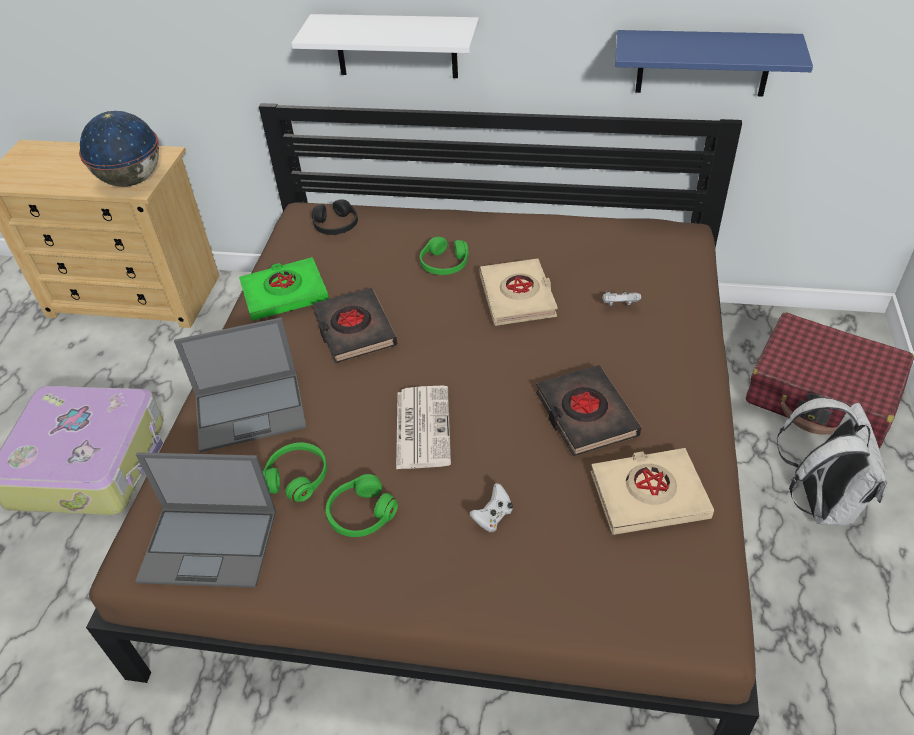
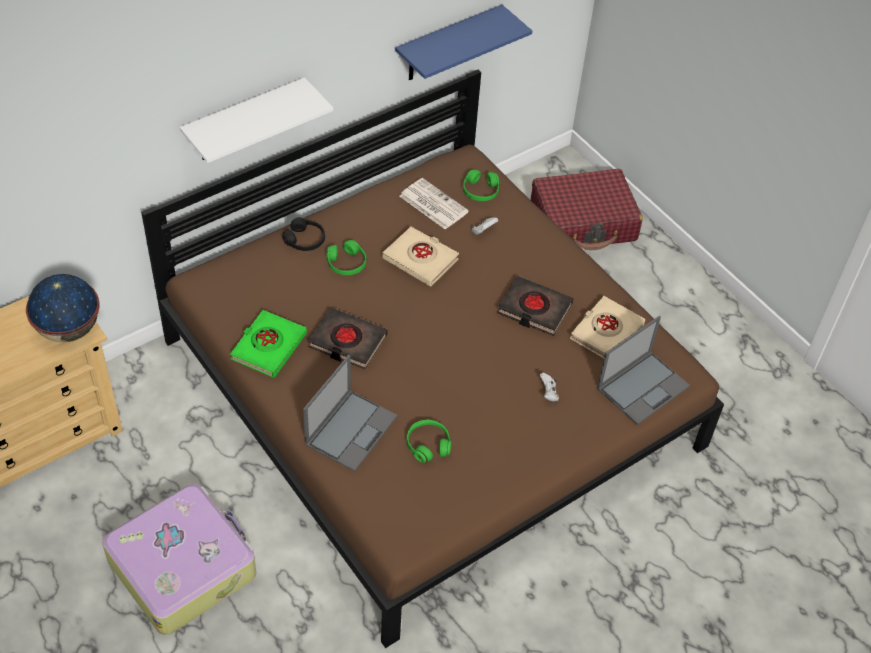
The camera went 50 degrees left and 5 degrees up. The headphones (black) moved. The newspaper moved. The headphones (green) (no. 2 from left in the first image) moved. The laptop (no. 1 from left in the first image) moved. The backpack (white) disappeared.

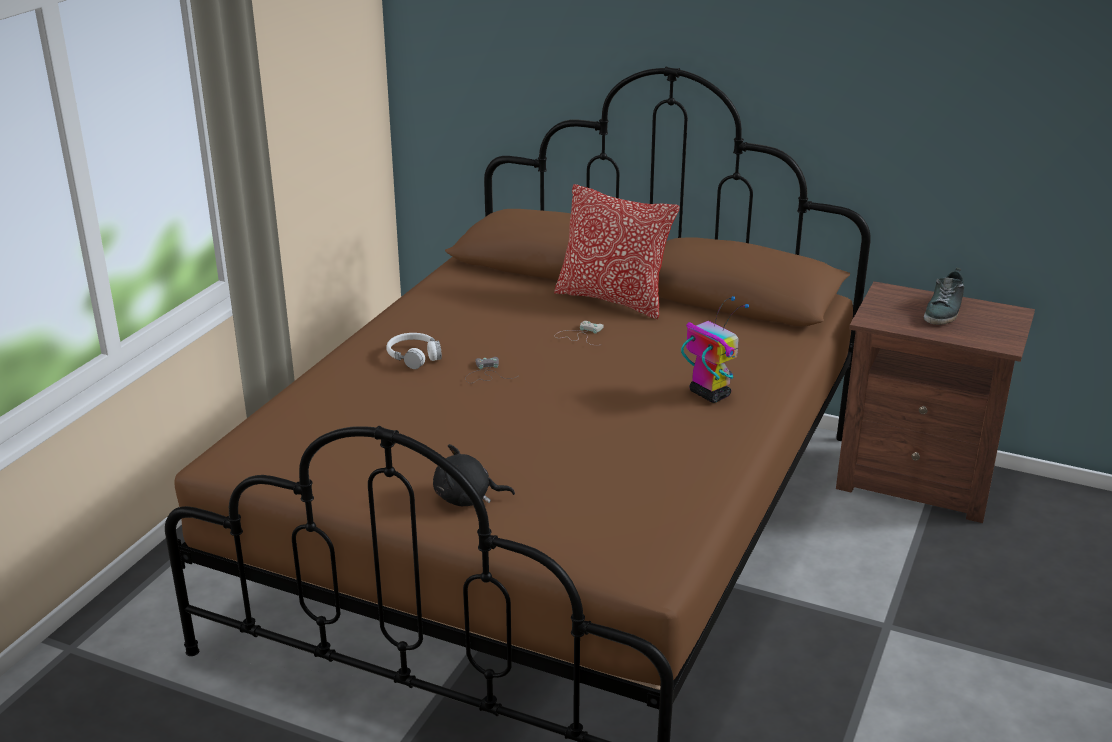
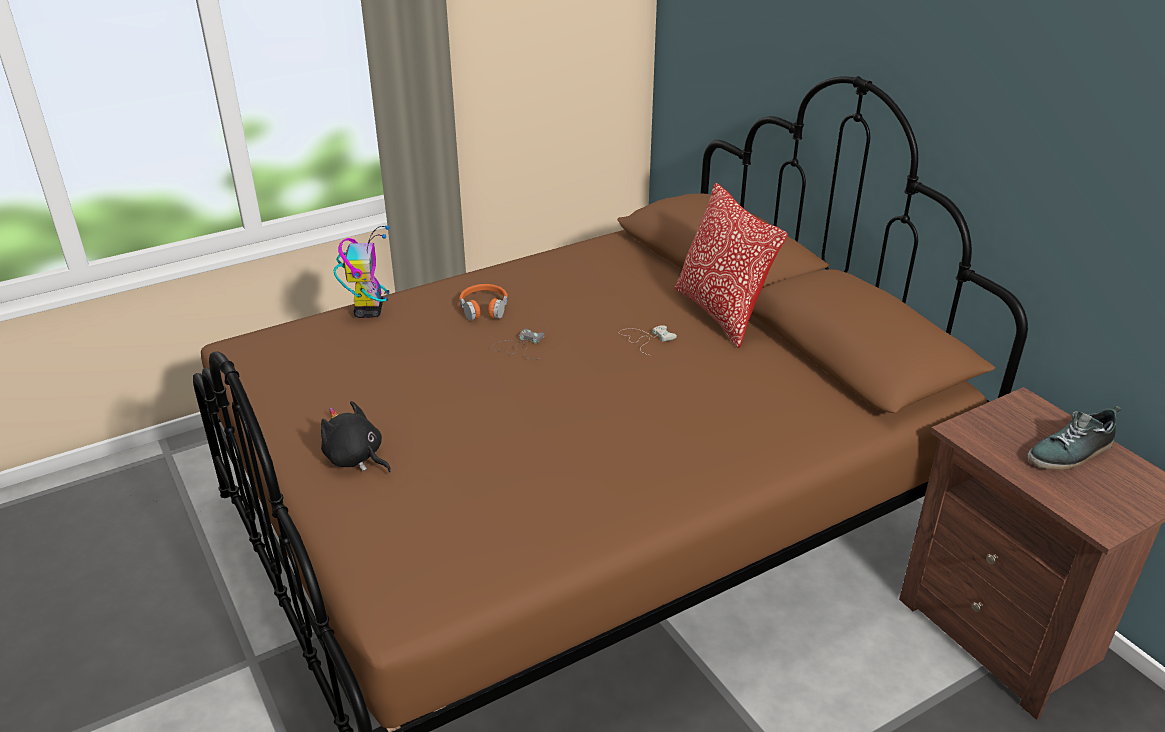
The camera went 35 degrees right and 5 degrees up. The toy robot moved. The headphones (white) became the headphones (orange).

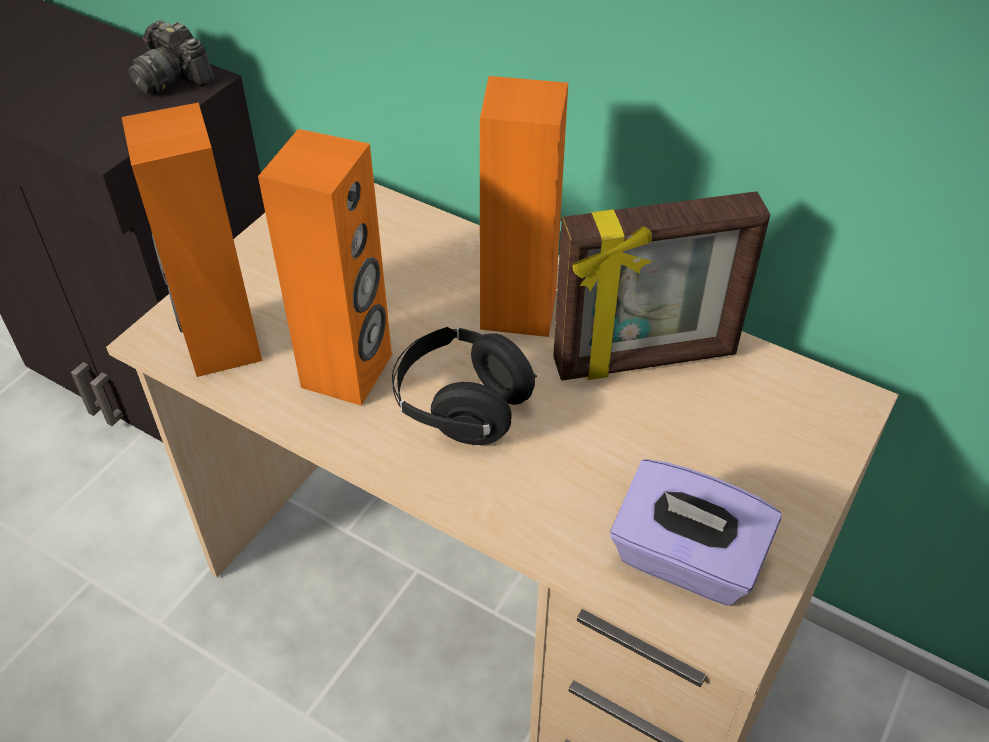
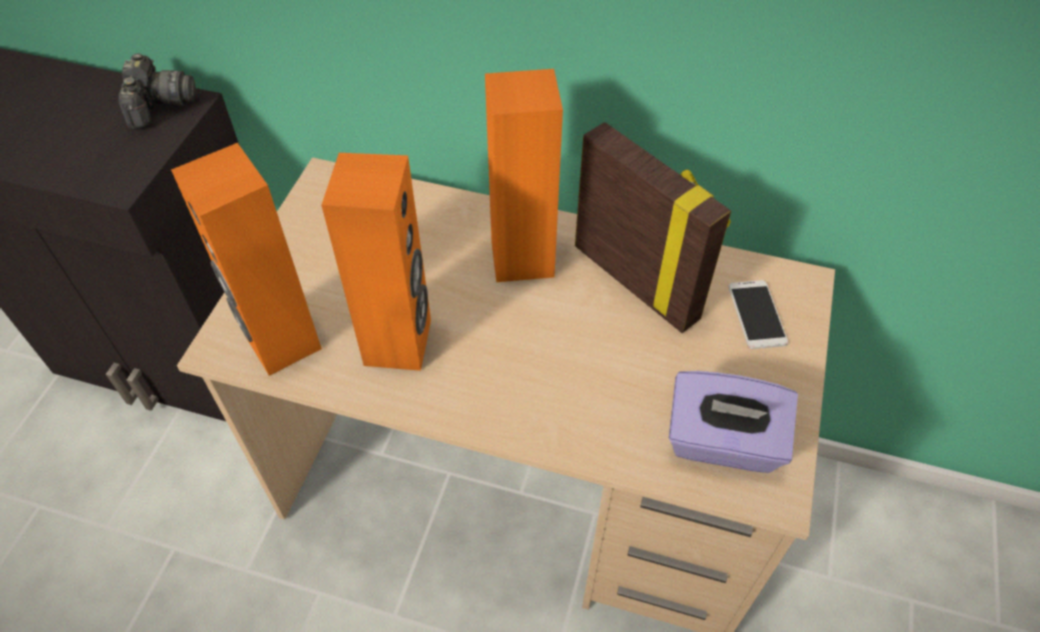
The camera went 15 degrees left and 5 degrees up. The photo camera turned 120 degrees counterclockwise. The picture frame turned 105 degrees counterclockwise. The phone appeared. The headphones (black) disappeared.

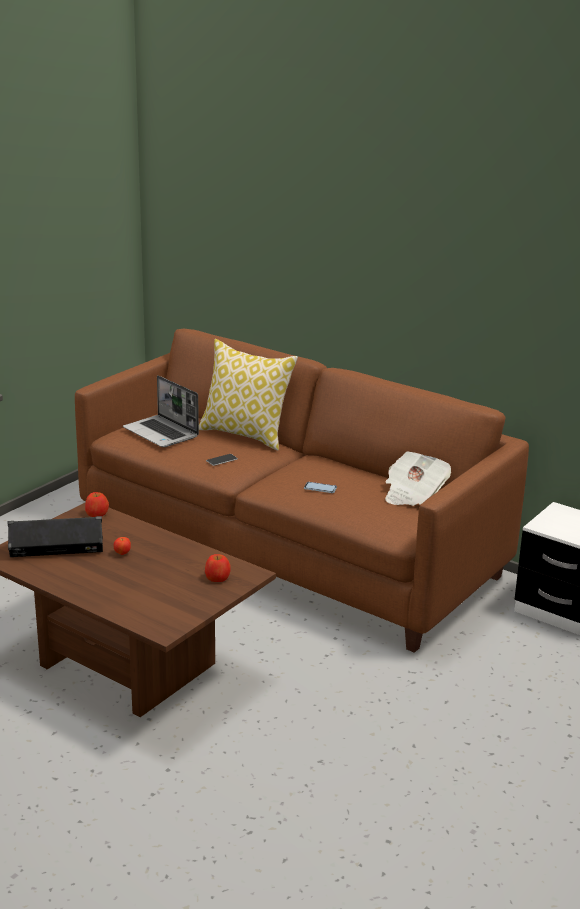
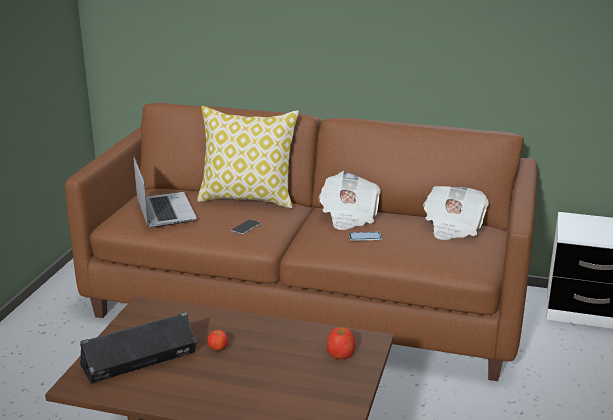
The camera went 20 degrees left and 0 degrees up. The laptop turned 135 degrees counterclockwise. The newspaper (no. 1 from left) appeared. The apple (no. 1 from left) disappeared.

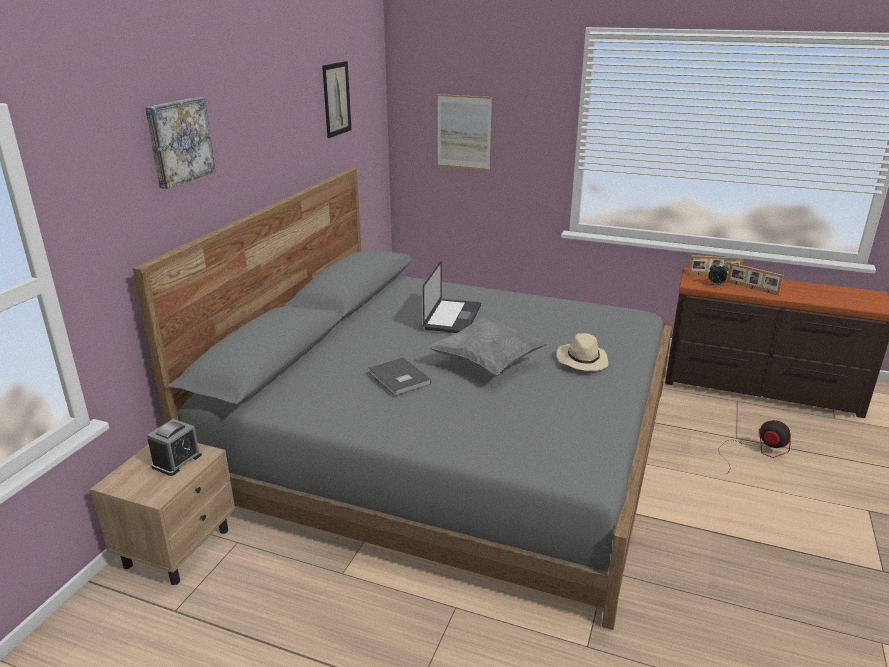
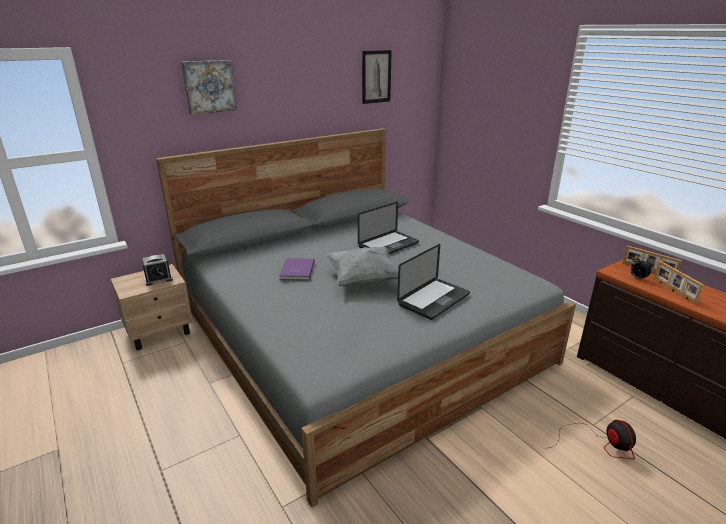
The camera went 35 degrees right and 0 degrees up. The book (grey) became the book (purple). The hat (beige) was replaced by the laptop (no. 2 from left). The picture (no. 3 from left) disappeared.

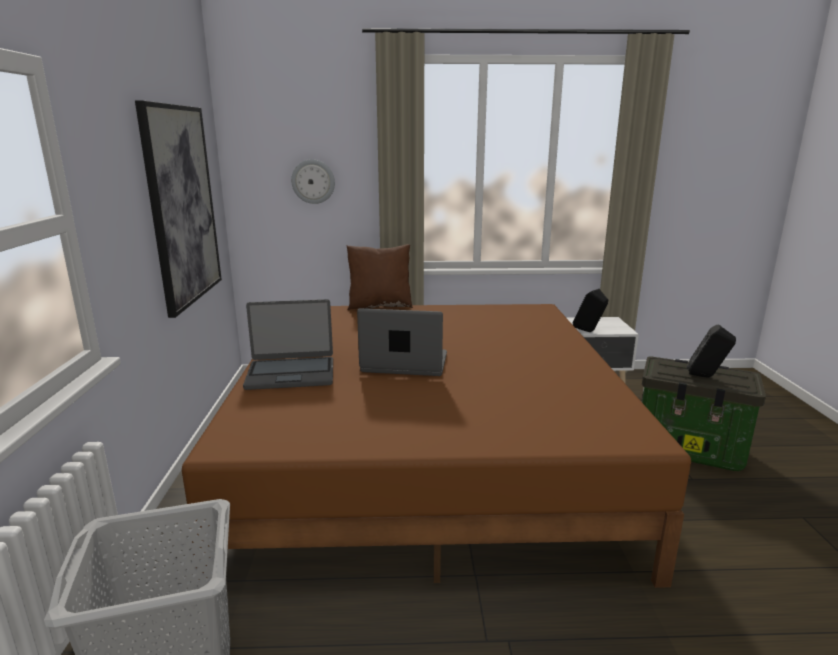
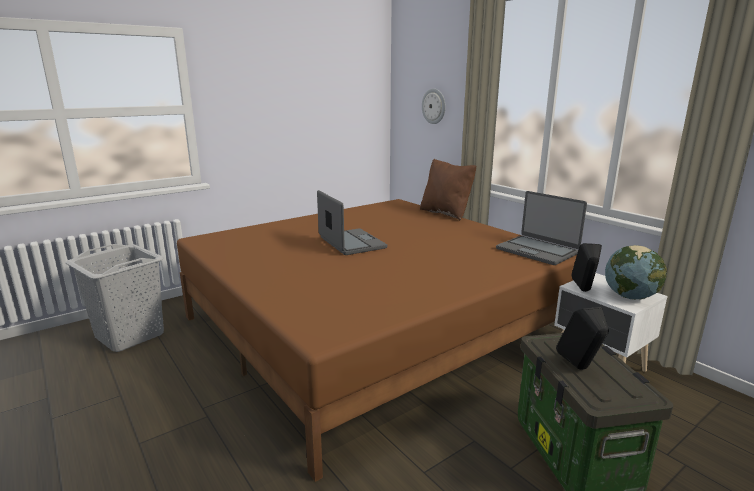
The camera went 55 degrees right and 0 degrees up. The laptop (no. 1 from left in the first image) moved. The globe appeared. The picture disappeared.

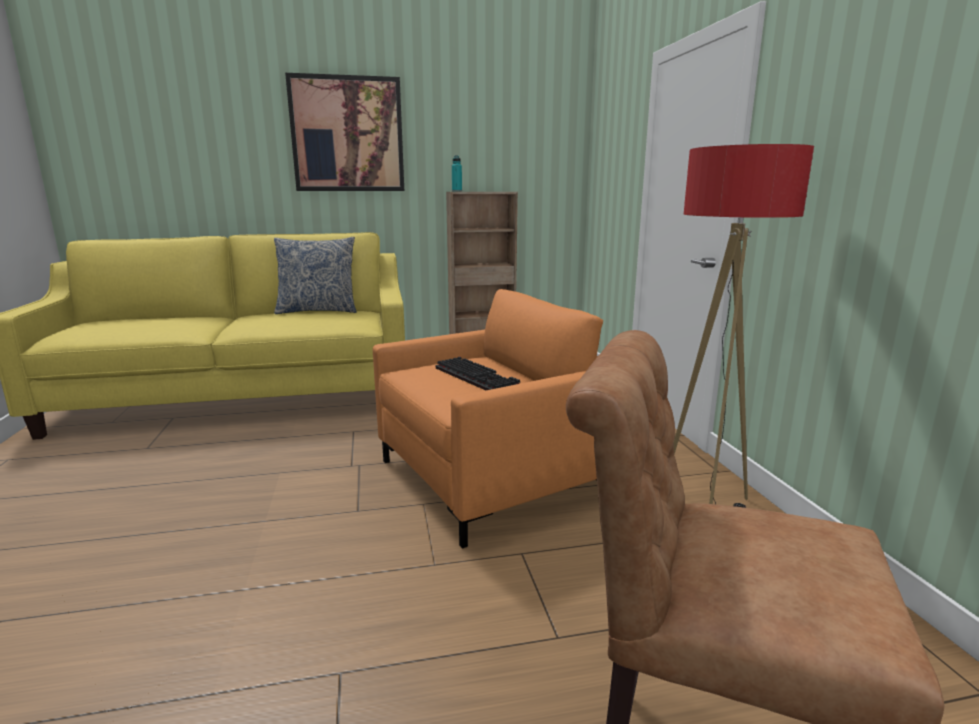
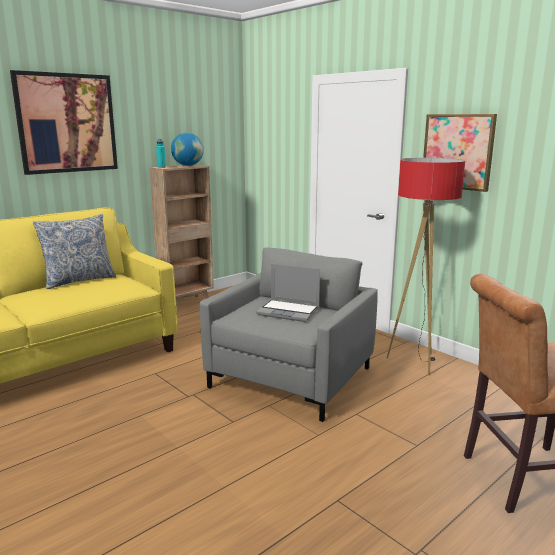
The camera went 30 degrees left and 0 degrees up. The globe appeared. The armchair (orange) became the armchair (grey). The keyboard was replaced by the laptop. The picture (no. 2 from left) appeared.

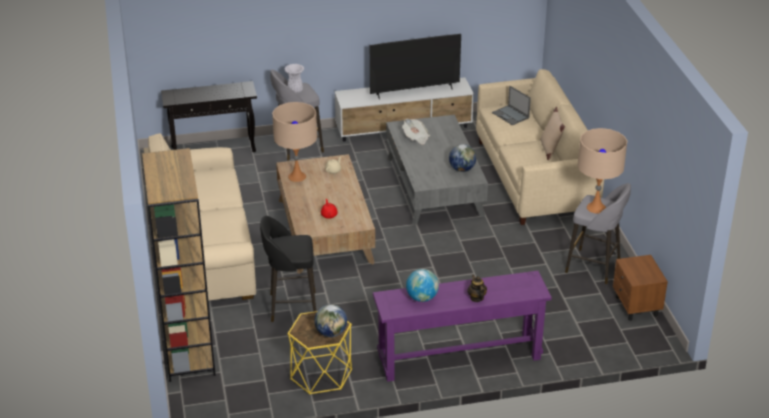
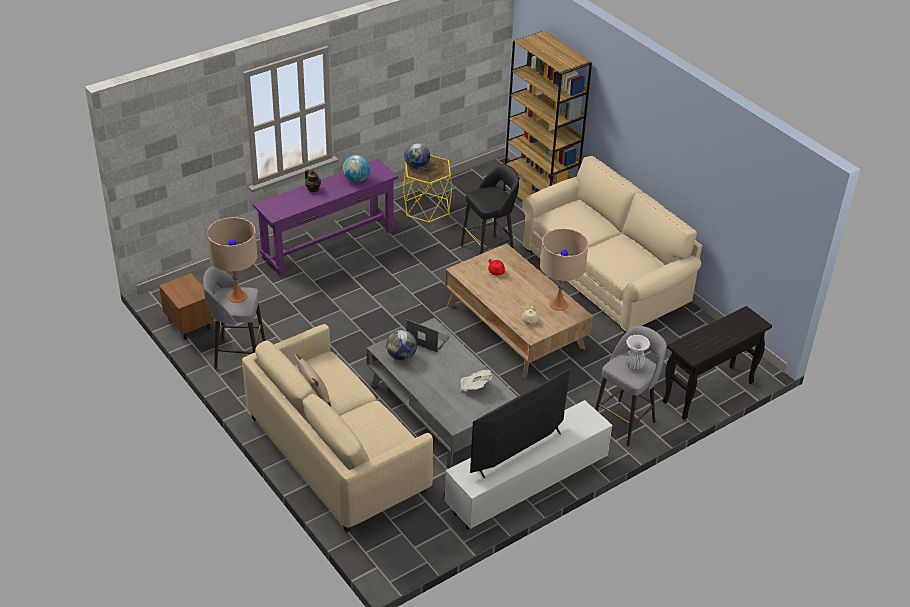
The camera went 155 degrees right and 5 degrees up. The laptop moved.

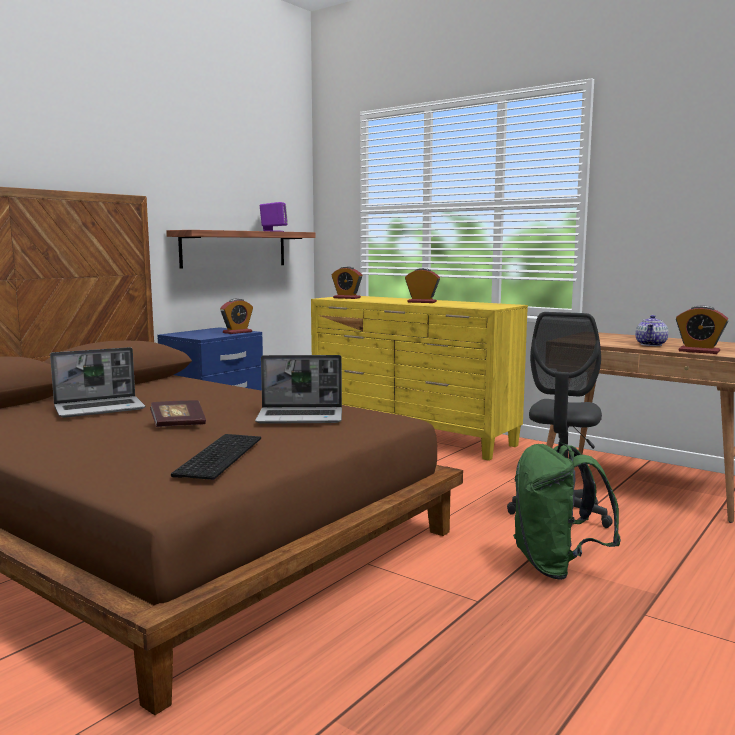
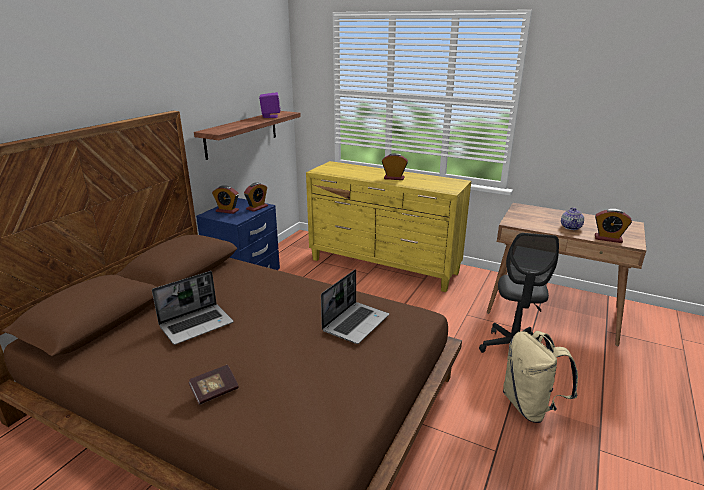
The camera went 10 degrees left and 15 degrees up. The book moved. The alarm clock (no. 2 from left in the first image) moved. The laptop (no. 2 from left) turned 45 degrees counterclockwise. The backpack (green) became the backpack (beige). The keyboard disappeared.

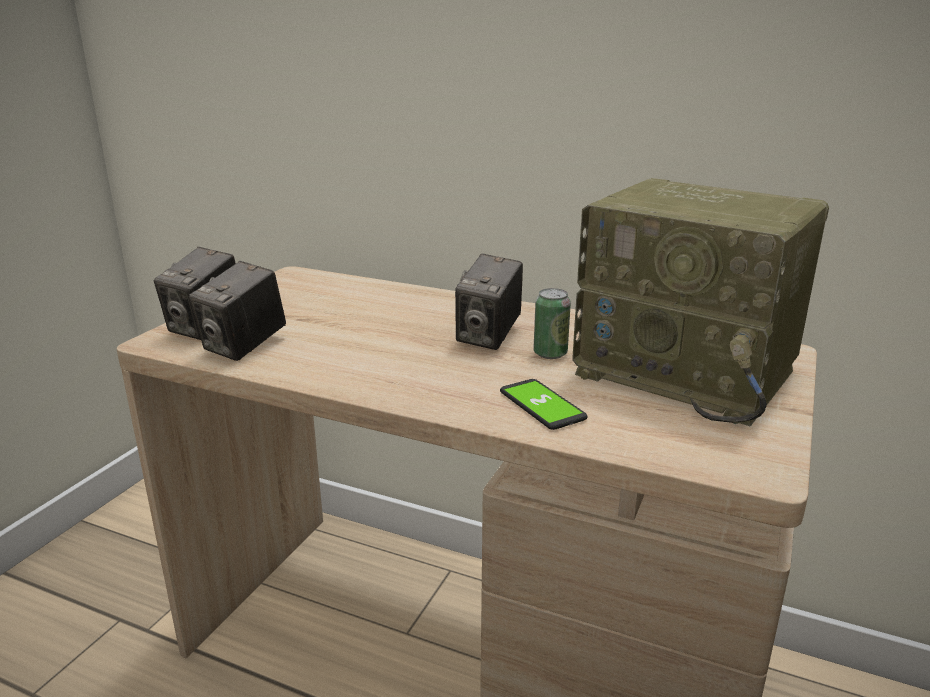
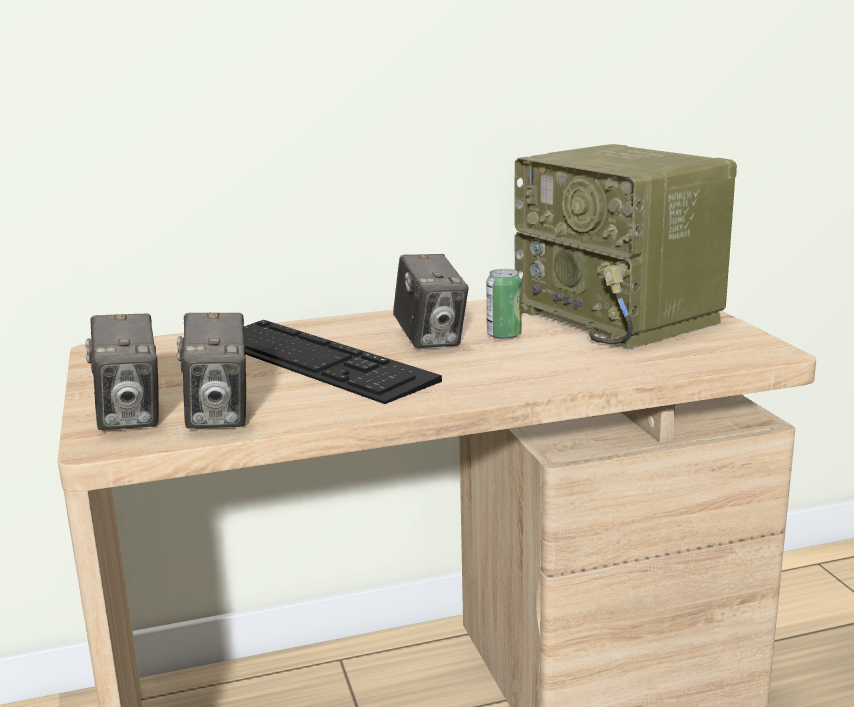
The camera went 40 degrees left and 5 degrees down. The keyboard appeared. The radio turned 60 degrees clockwise. The phone disappeared.

